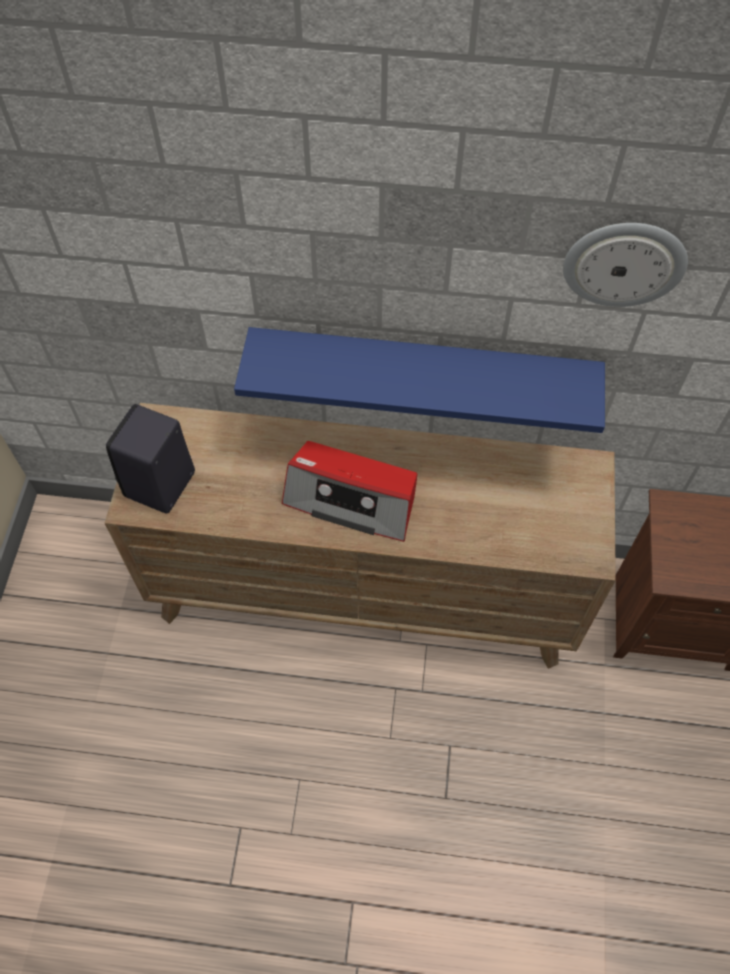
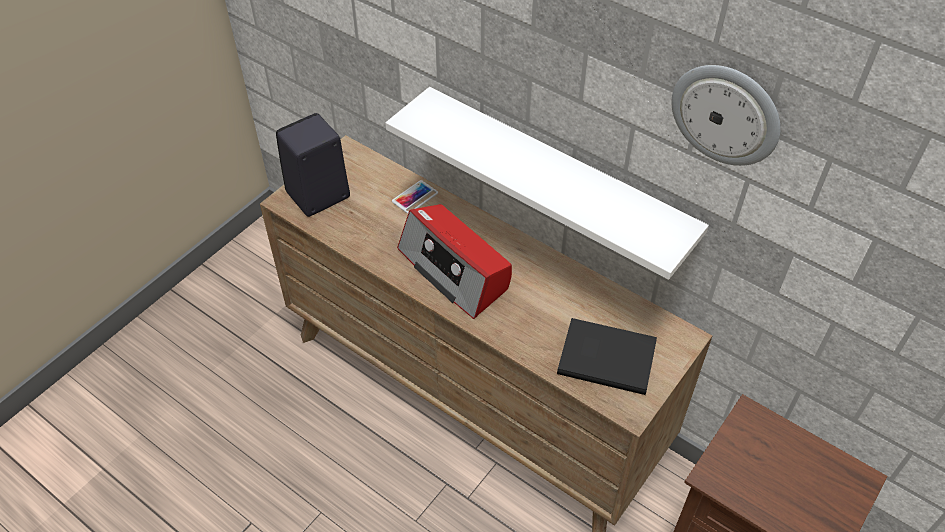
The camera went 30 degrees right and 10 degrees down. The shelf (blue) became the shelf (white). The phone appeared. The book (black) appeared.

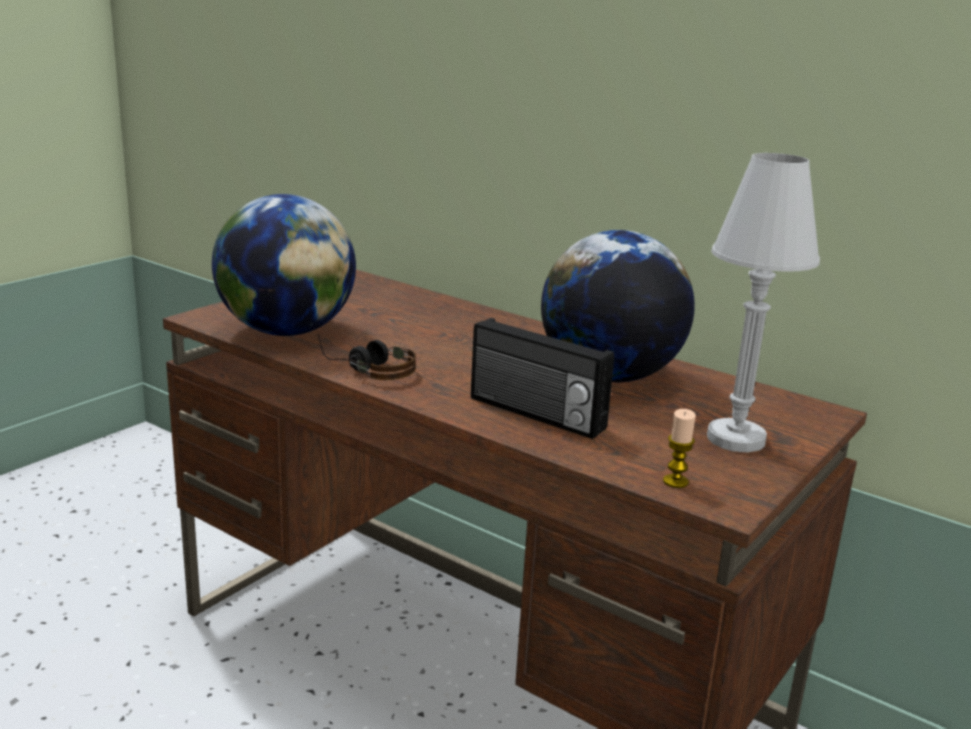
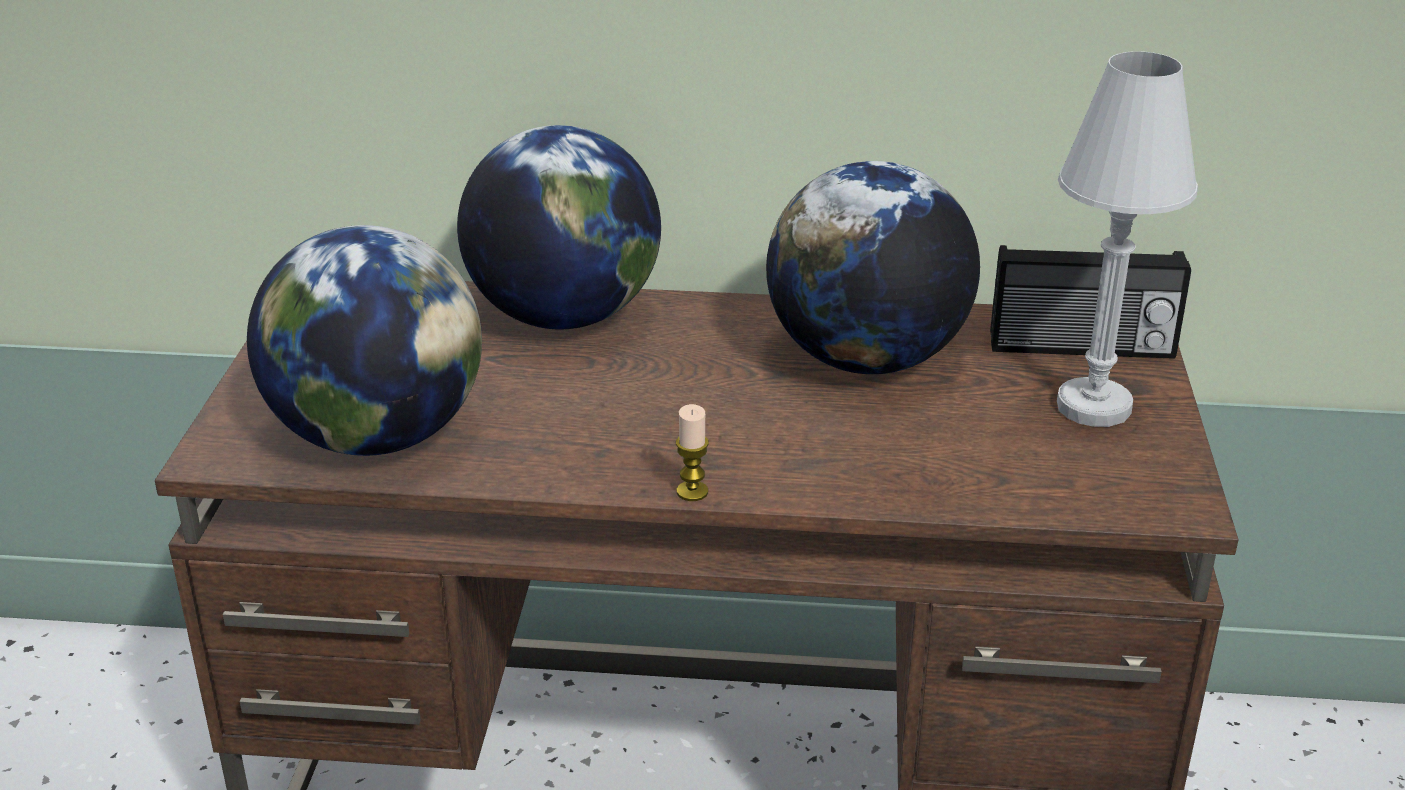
The camera went 30 degrees left and 10 degrees up. The globe (no. 2 from left) appeared. The candle moved. The radio moved. The headphones disappeared.

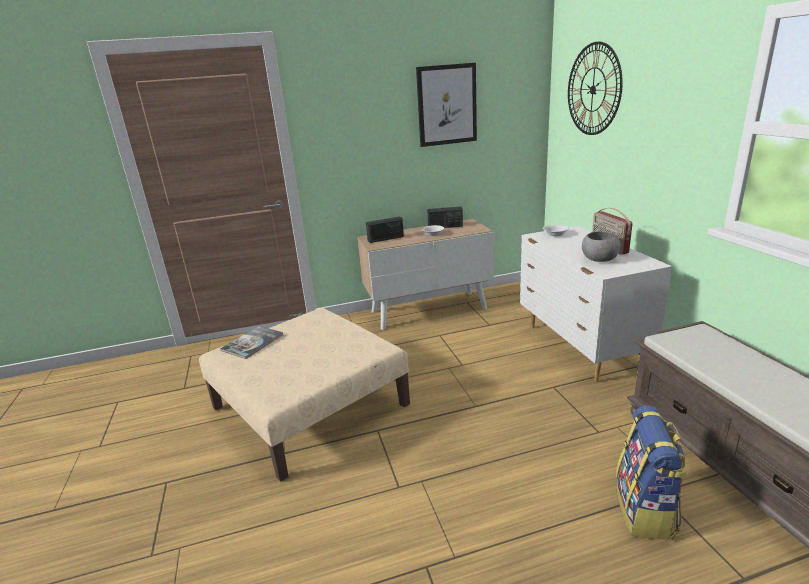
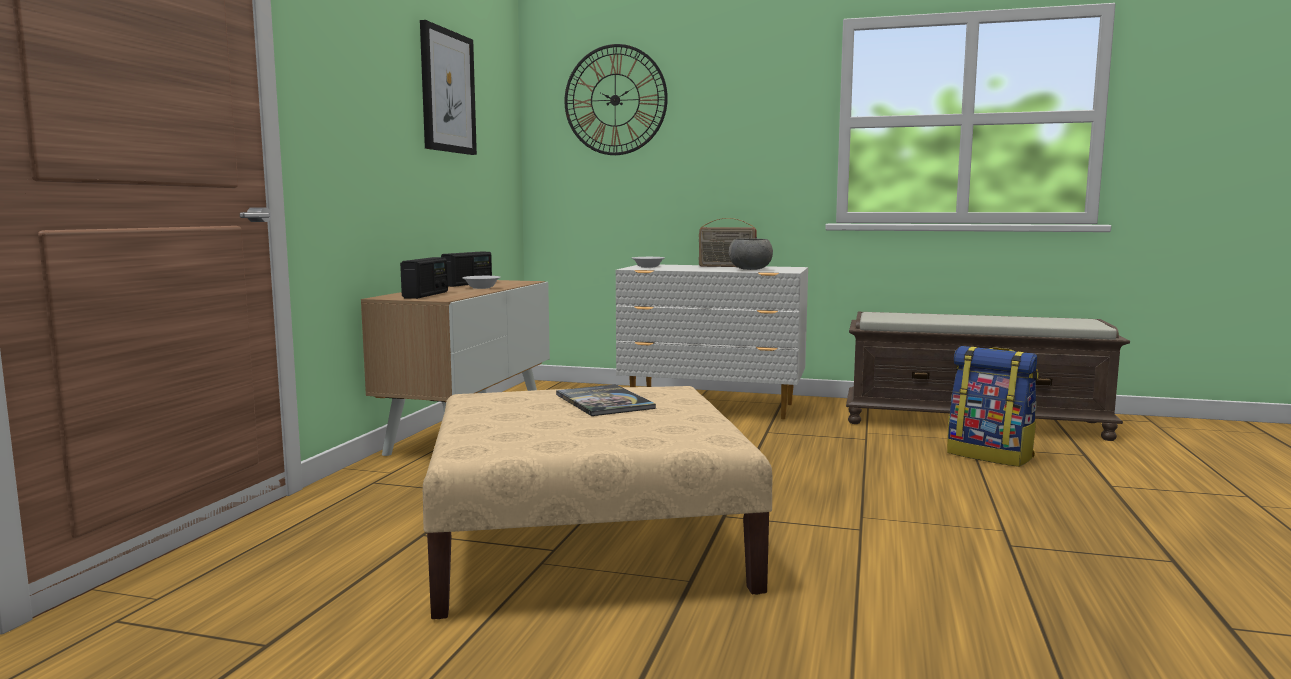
The camera went 60 degrees left and 15 degrees down. The book moved.

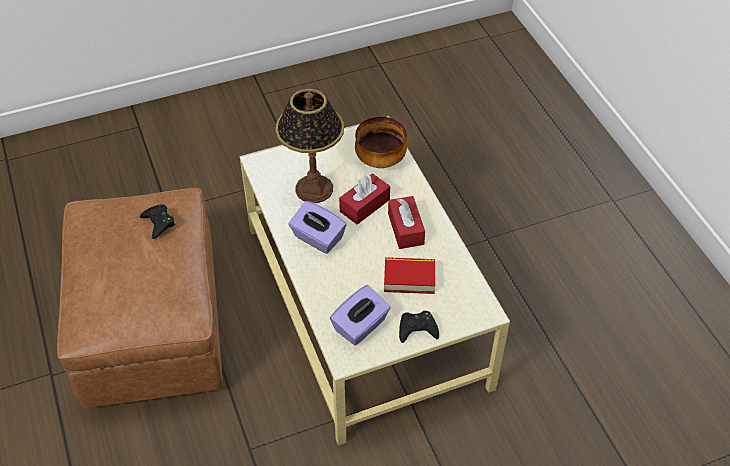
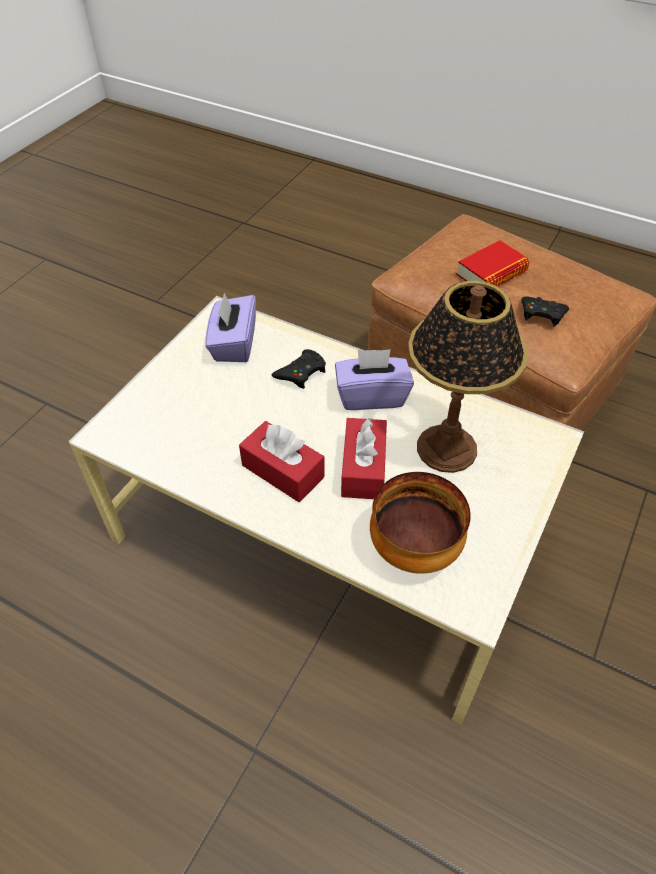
The camera went 140 degrees right and 0 degrees up. The game controller (black) (no. 2 from left in the first image) moved. The book moved.

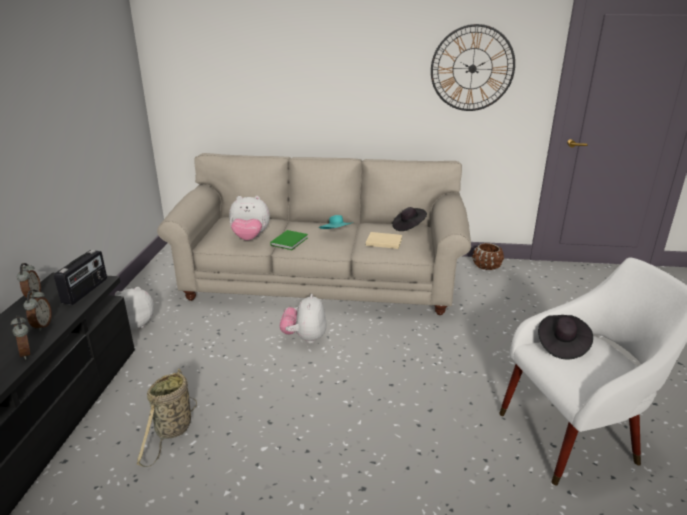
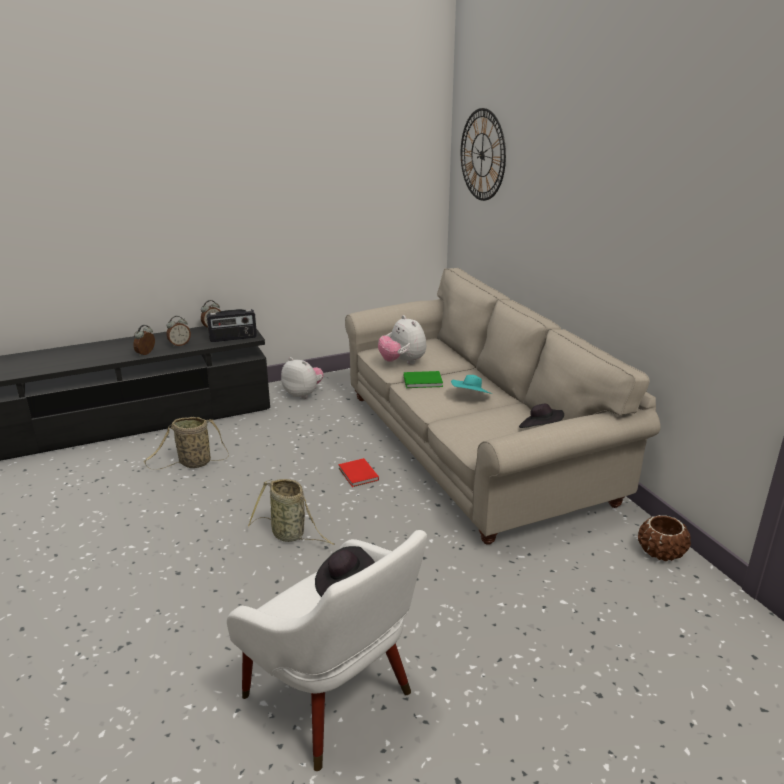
The camera went 60 degrees right and 0 degrees up. The basket (no. 2 from left) appeared. The plush toy (no. 3 from left) was replaced by the book (red). The wall clock moved. The book (beige) disappeared.

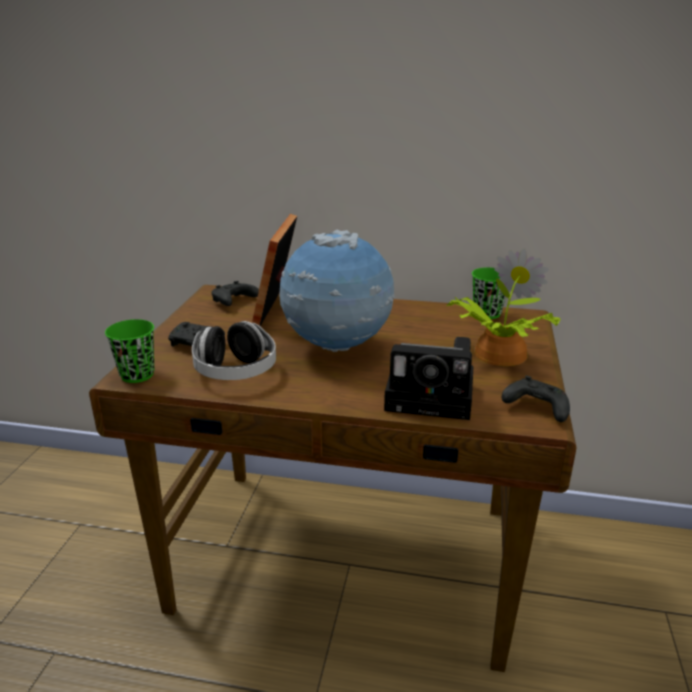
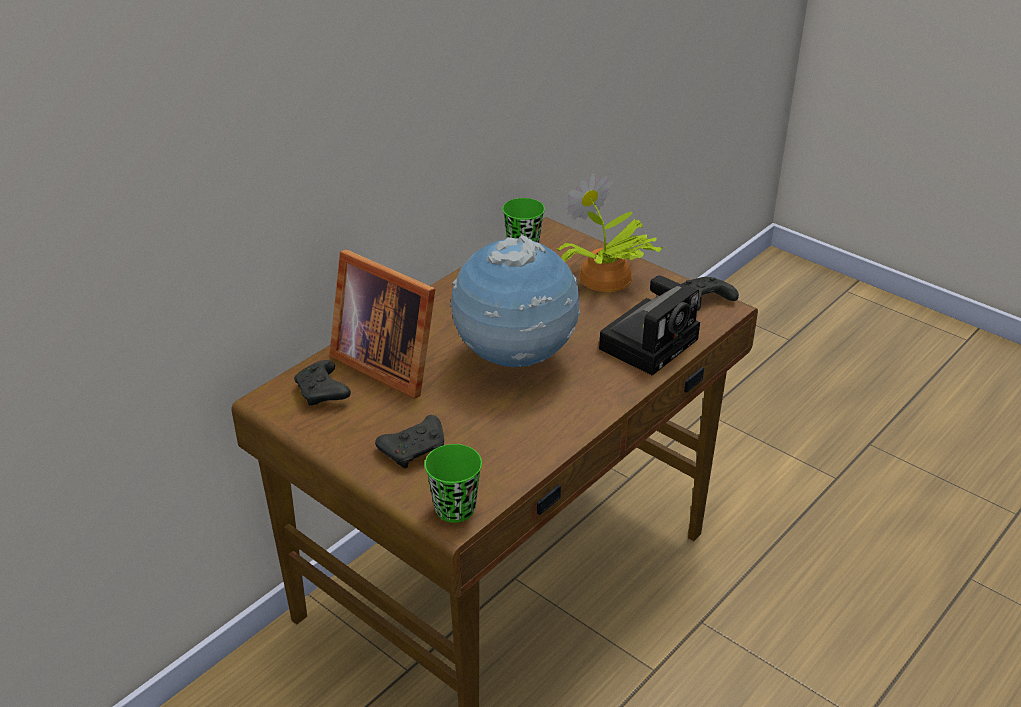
The camera went 60 degrees left and 10 degrees up. The headphones disappeared.

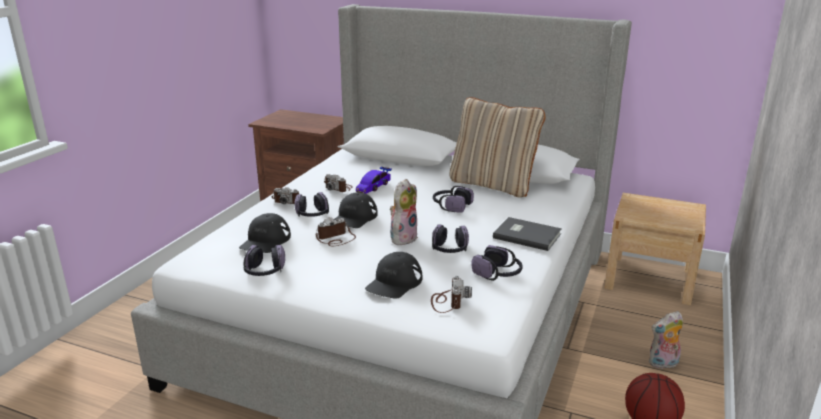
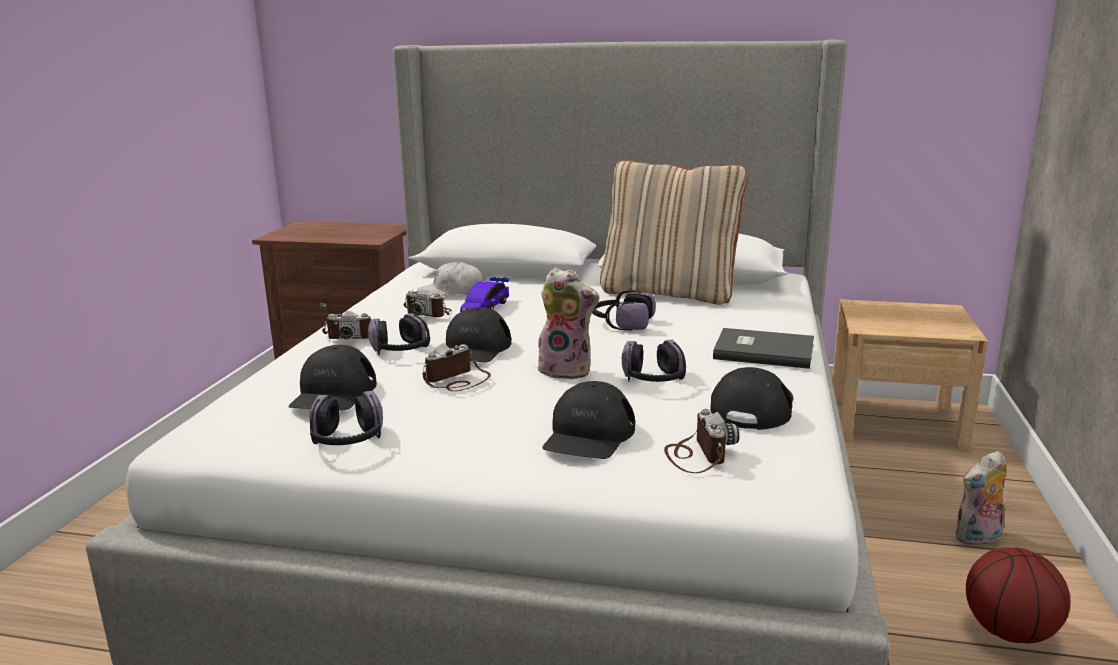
The camera went 10 degrees left and 5 degrees down. The cap (white) appeared. The plush toy (no. 1 from left) turned 90 degrees clockwise. The headphones (no. 5 from left) was replaced by the cap (black) (no. 4 from left).

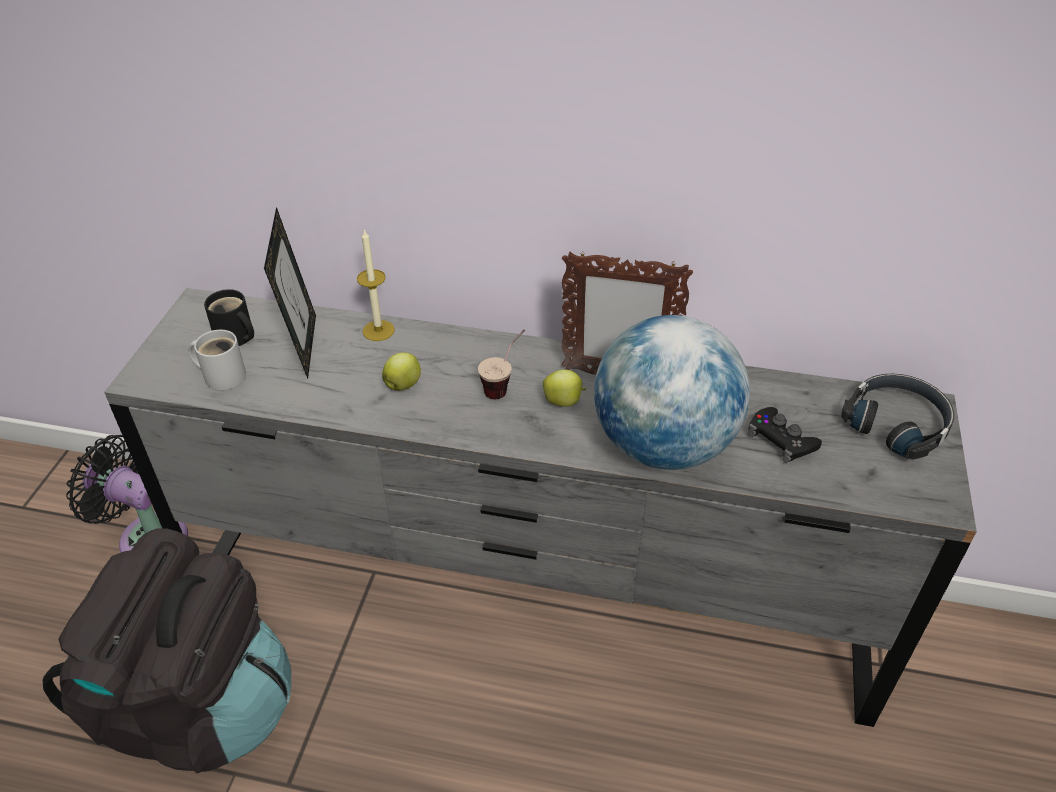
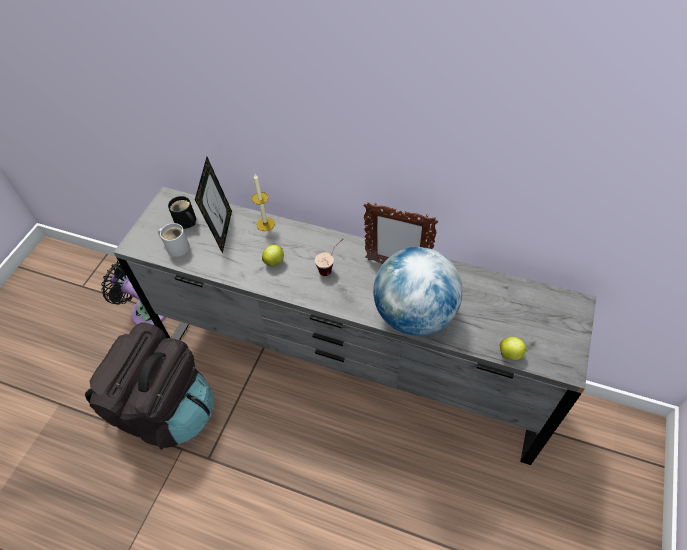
The camera went 10 degrees right and 10 degrees up. The apple (no. 2 from left) moved. The game controller (black) disappeared. The headphones (black) disappeared.

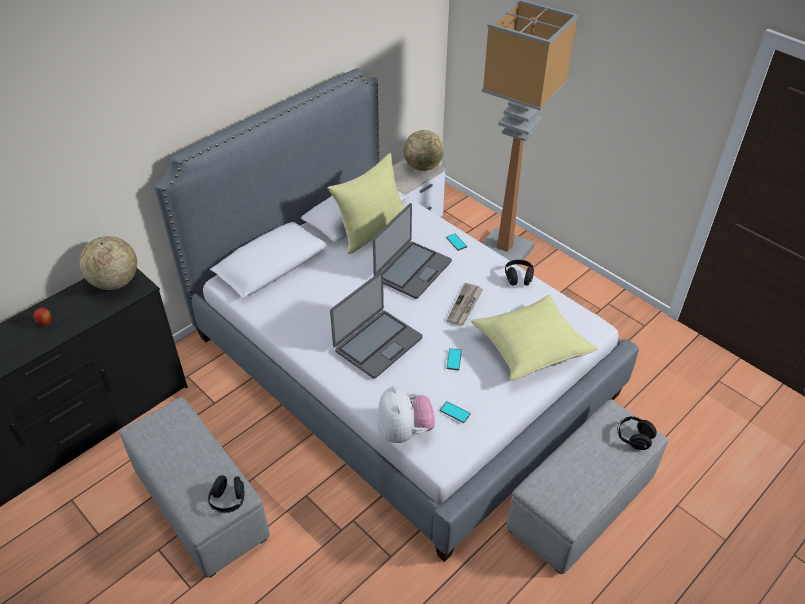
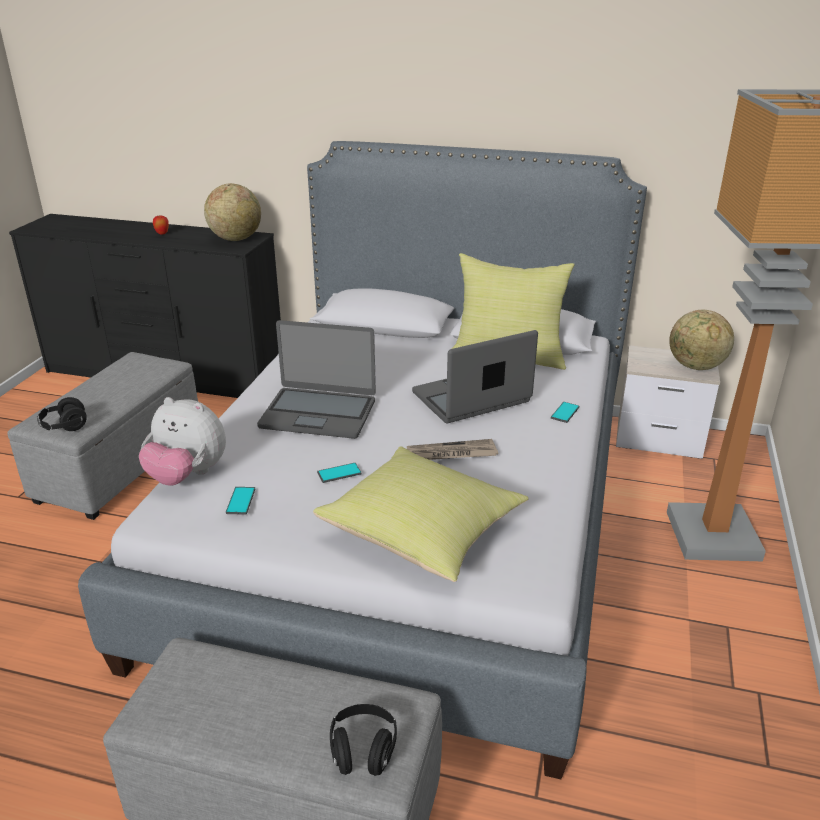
The camera went 60 degrees right and 15 degrees down. The plush toy turned 60 degrees clockwise. The laptop (no. 2 from left) turned 150 degrees clockwise. The headphones (black) (no. 2 from left) disappeared.

